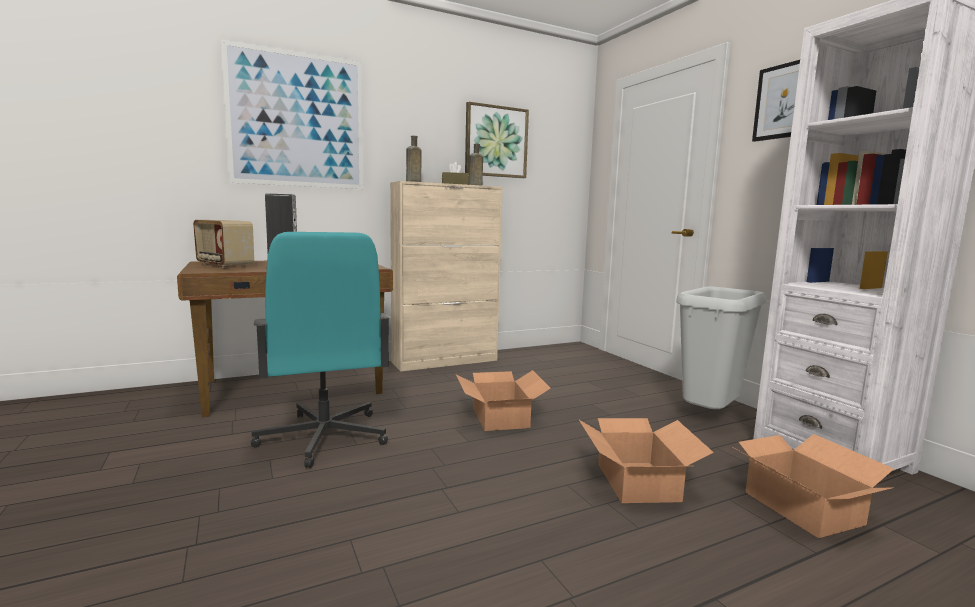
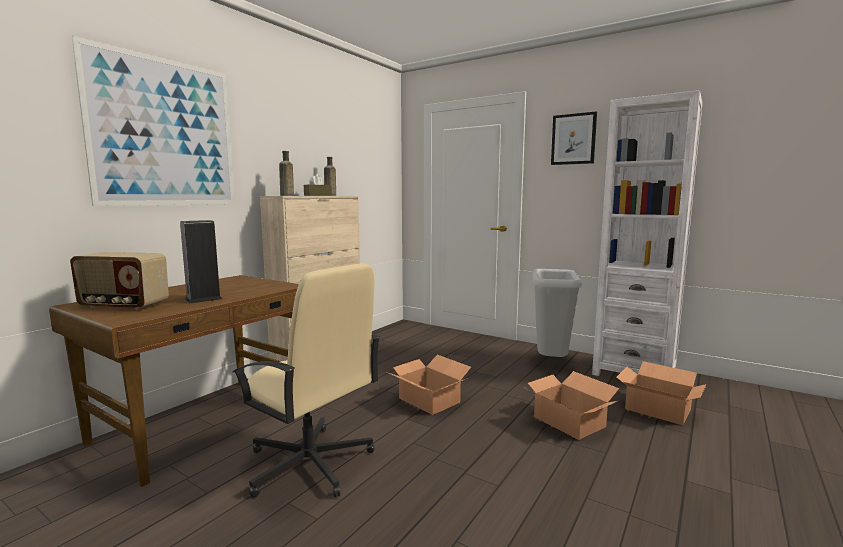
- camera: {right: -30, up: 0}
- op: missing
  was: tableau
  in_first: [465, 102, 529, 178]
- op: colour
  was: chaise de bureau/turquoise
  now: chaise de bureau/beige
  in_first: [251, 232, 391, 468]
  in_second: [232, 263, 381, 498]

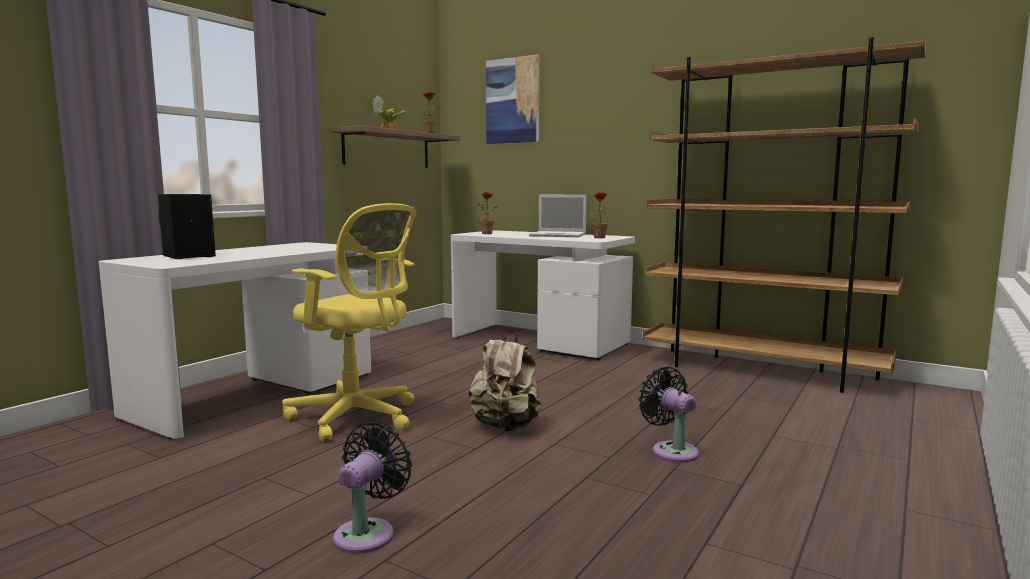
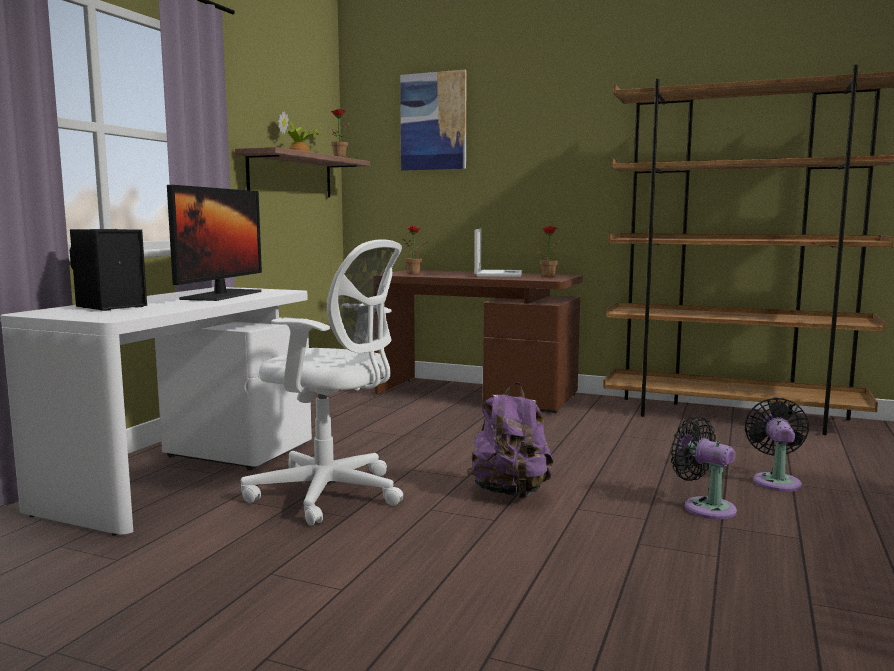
- camera: {right: -10, up: 0}
- op: spun
  was: ordinateur portable
  in_first: [529, 195, 587, 237]
  in_second: [474, 229, 522, 277]
  clockwise: -90
- op: colour
  was: chaise de bureau/jaune
  now: chaise de bureau/blanc
  in_first: [282, 203, 417, 442]
  in_second: [241, 239, 403, 526]
- op: colour
  was: bureau/blanc
  now: bureau/marron
  in_first: [451, 230, 635, 360]
  in_second: [373, 270, 583, 413]
- op: colour
  was: sac à dos/beige
  now: sac à dos/violet
  in_first: [469, 330, 542, 431]
  in_second: [467, 383, 554, 498]
- op: relocated
  was: ventilateur/noir
  in_first: [333, 422, 412, 554]
  in_second: [745, 398, 809, 492]
- op: appeared
  now: écran d'ordinateur
  in_second: [167, 185, 262, 301]

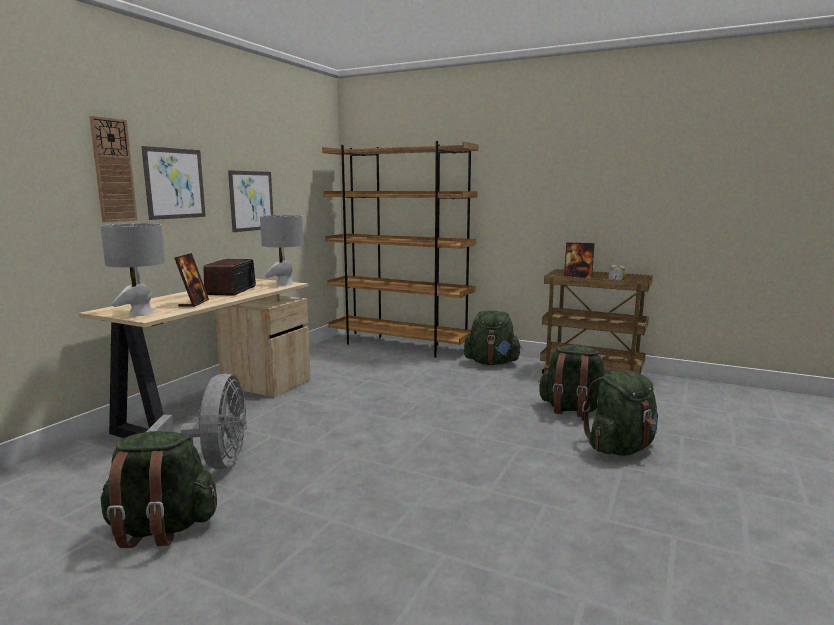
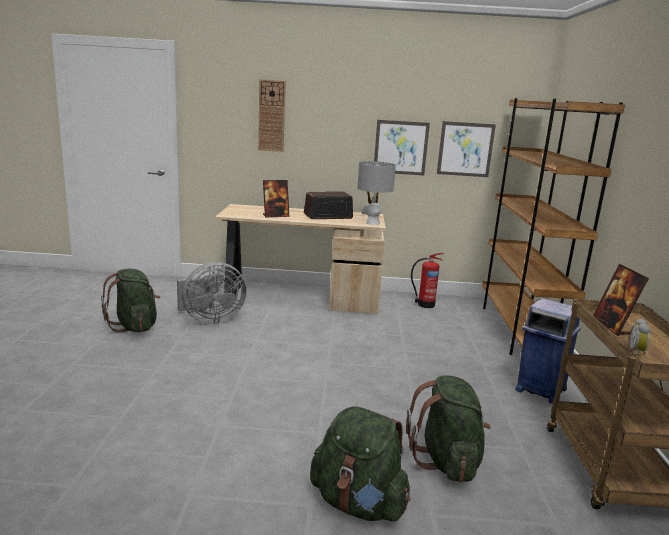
- camera: {right: 65, up: 5}
- op: relocated
  was: tableau
  in_first: [141, 146, 206, 220]
  in_second: [437, 121, 496, 177]
- op: missing
  was: lampe de table/gris
  in_first: [100, 223, 165, 316]
- op: exchanged
  was: sac à dos/vert
  now: poubelle/bleu
  in_first: [464, 311, 522, 365]
  in_second: [515, 298, 581, 404]
- op: appeared
  now: extincteur
  in_second: [411, 253, 444, 308]

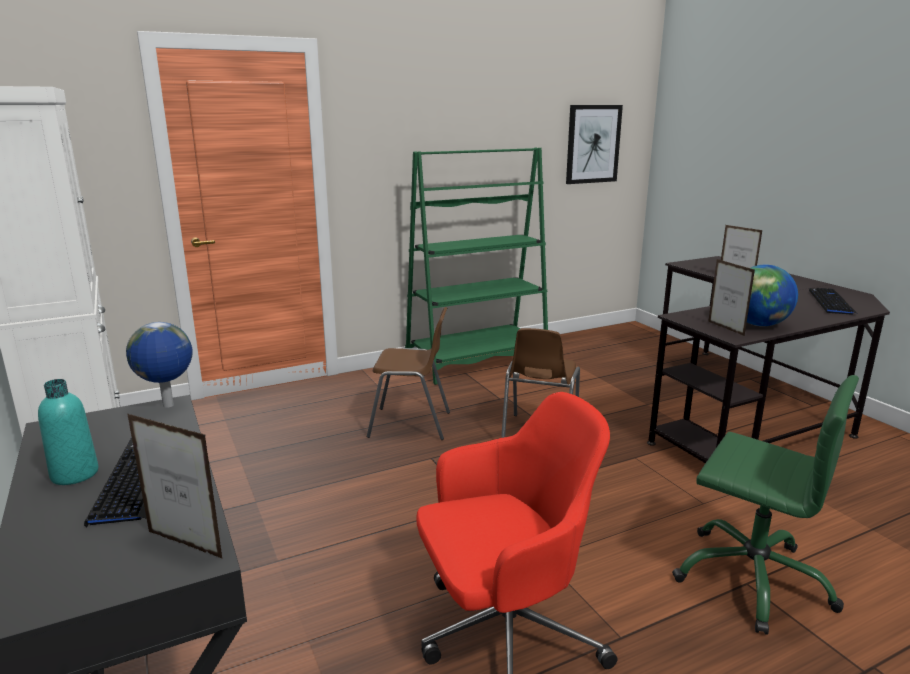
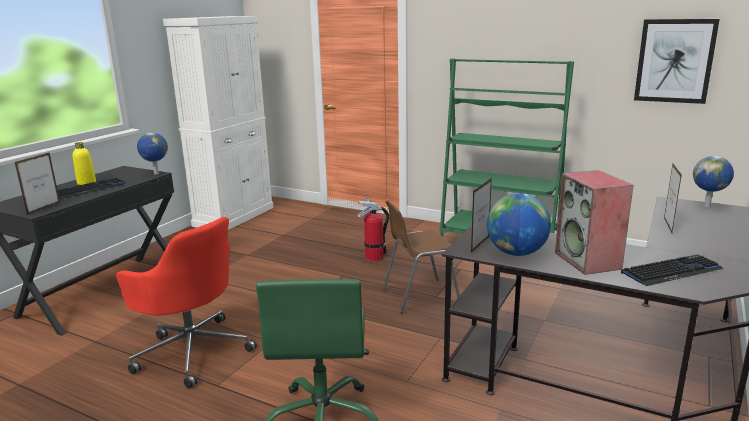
- camera: {right: 55, up: 0}
- op: exchanged
  was: chaise/marron
  now: extincteur
  in_first: [367, 307, 450, 440]
  in_second: [357, 196, 390, 261]
- op: colour
  was: bouteille/turquoise
  now: bouteille/jaune
  in_first: [38, 379, 99, 485]
  in_second: [72, 142, 96, 185]
- op: spun
  was: cadre photo
  in_first: [127, 413, 223, 559]
  in_second: [15, 152, 60, 215]
  clockwise: -150
- op: appeared
  now: globe
  in_second: [693, 156, 734, 207]
- op: appeared
  now: enceinte
  in_second: [555, 170, 633, 275]

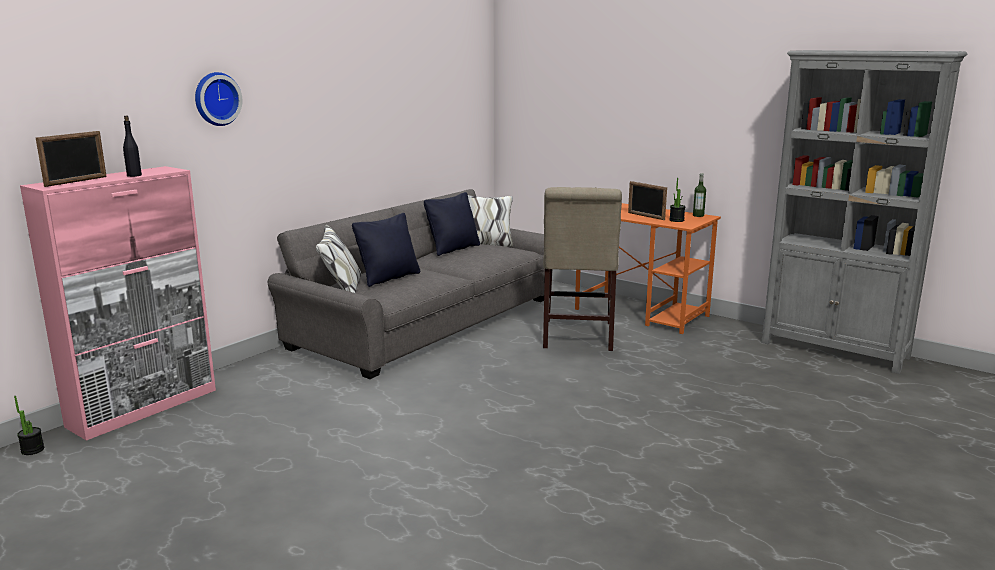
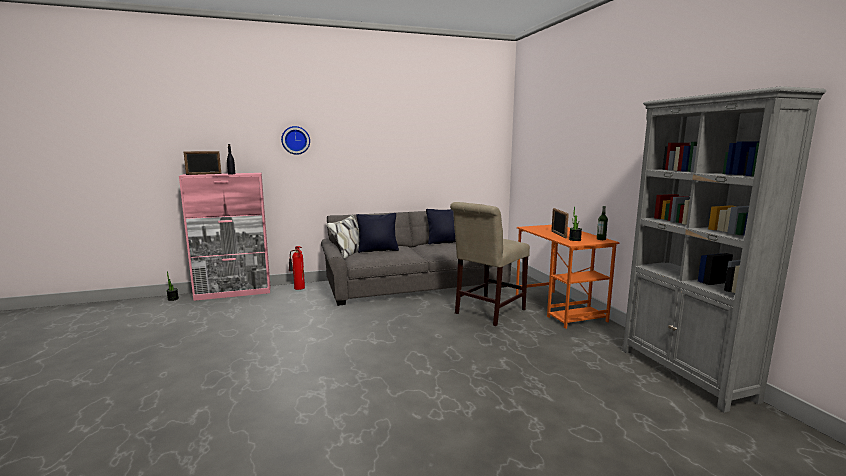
- camera: {right: 35, up: -5}
- op: appeared
  now: extincteur
  in_second: [289, 246, 305, 290]

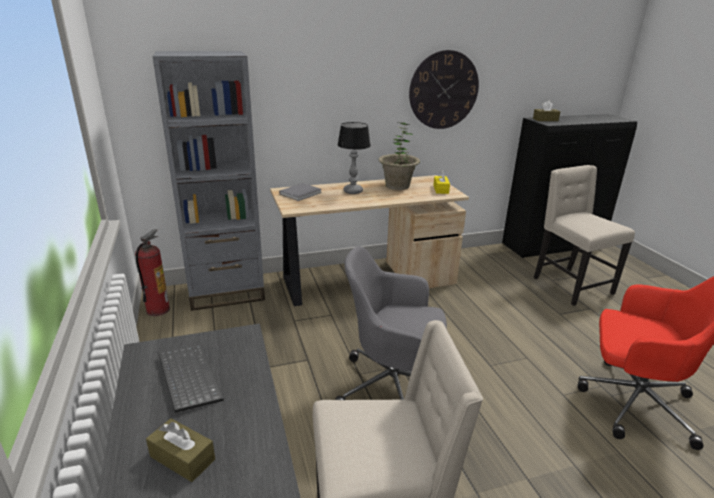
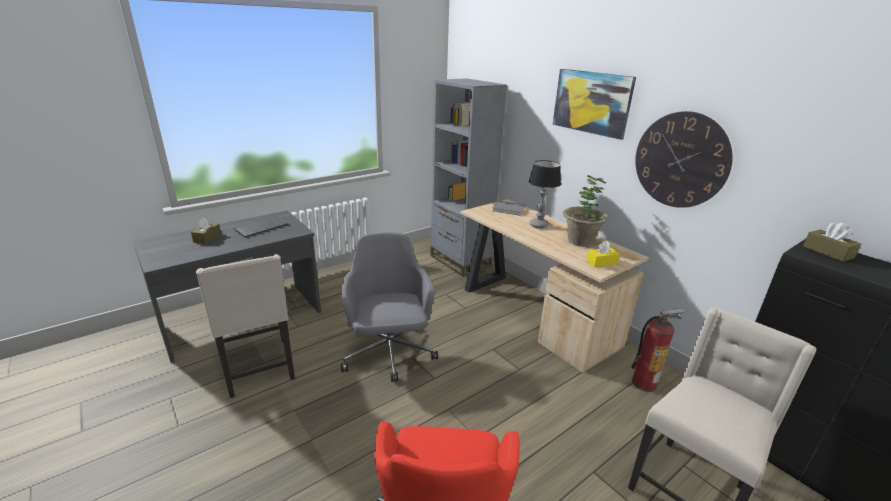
- camera: {right: 70, up: 0}
- op: relocated
  was: extincteur
  in_first: [135, 229, 170, 316]
  in_second: [631, 309, 684, 392]
- op: appeared
  now: tableau
  in_second: [553, 69, 636, 140]

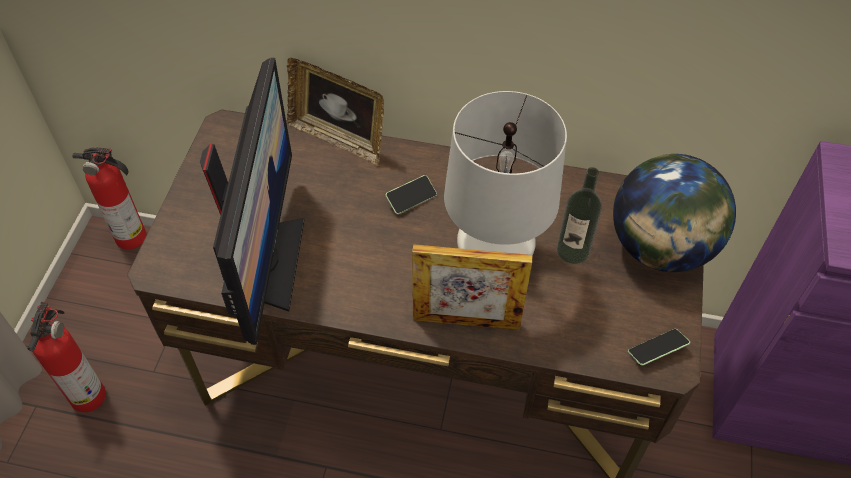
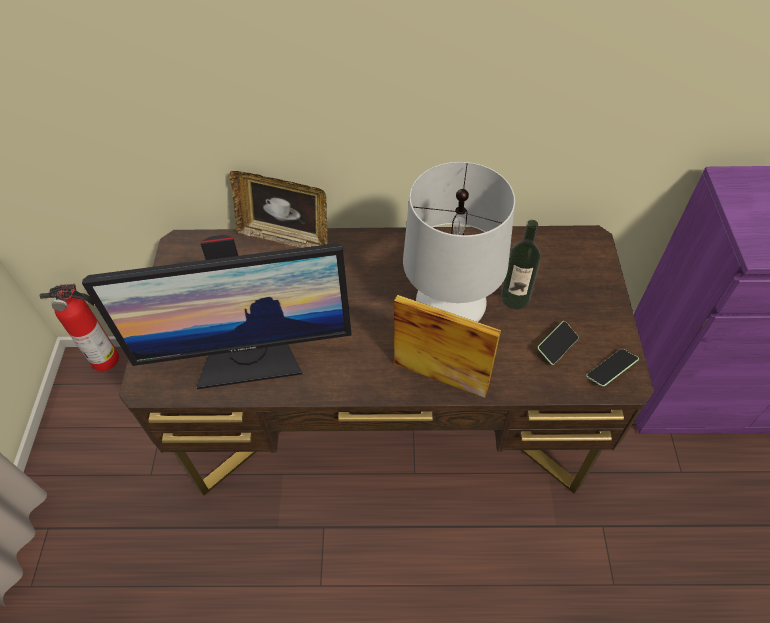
- camera: {right: -10, up: 0}
- op: spun
  was: écran d'ordinateur
  in_first: [200, 58, 304, 345]
  in_second: [82, 235, 352, 389]
  clockwise: 90
- op: missing
  was: globe
  in_first: [613, 154, 736, 272]
- op: relocated
  was: téléphone
  in_first: [386, 175, 437, 214]
  in_second: [538, 321, 579, 365]
- op: spun
  was: cadre photo
  in_first: [412, 244, 533, 330]
  in_second: [394, 295, 501, 398]
  clockwise: -150
- op: missing
  was: extincteur
  in_first: [28, 302, 106, 412]

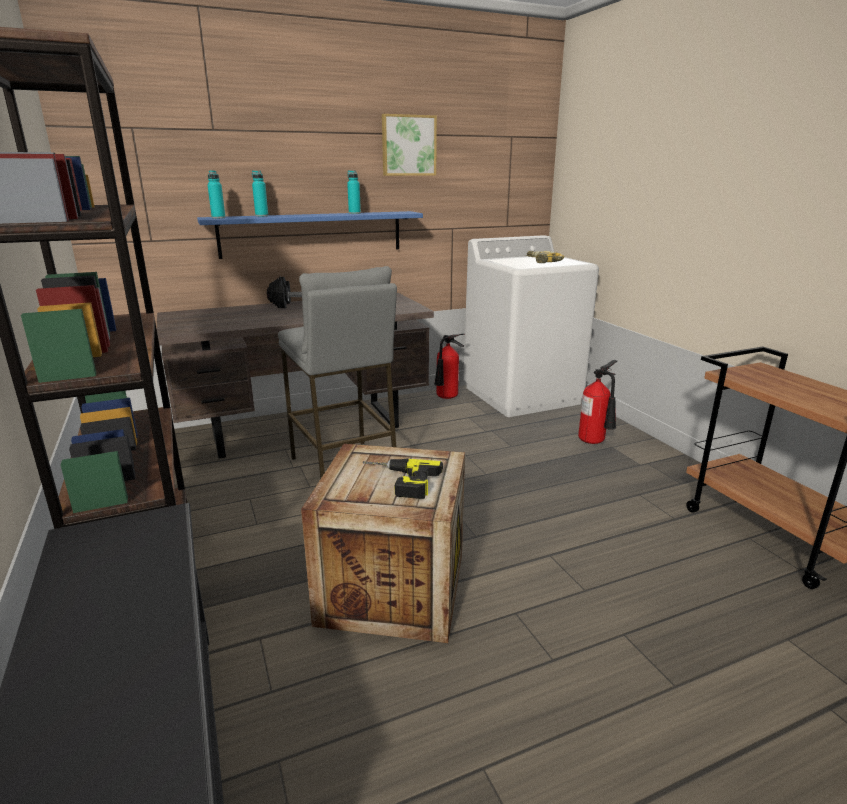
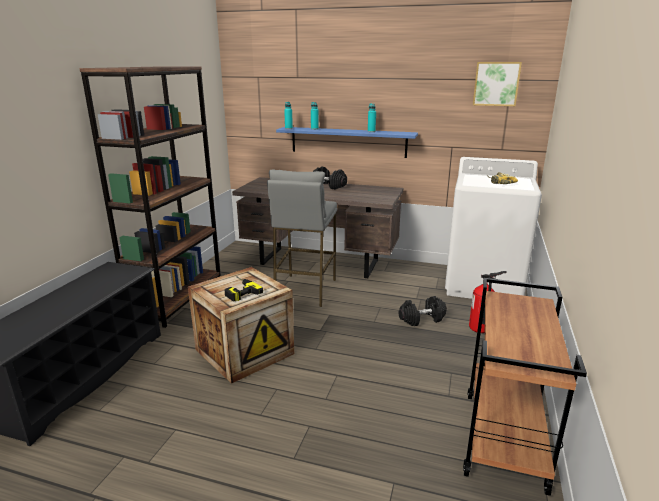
- camera: {right: 40, up: 0}
- op: relocated
  was: tableau
  in_first: [382, 114, 437, 176]
  in_second: [473, 62, 522, 106]
- op: missing
  was: extincteur
  in_first: [434, 333, 465, 399]
- op: appeared
  now: haltère/noir
  in_second: [399, 296, 447, 326]

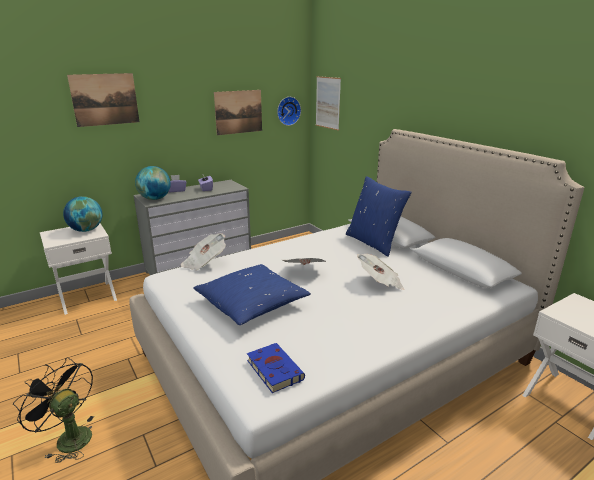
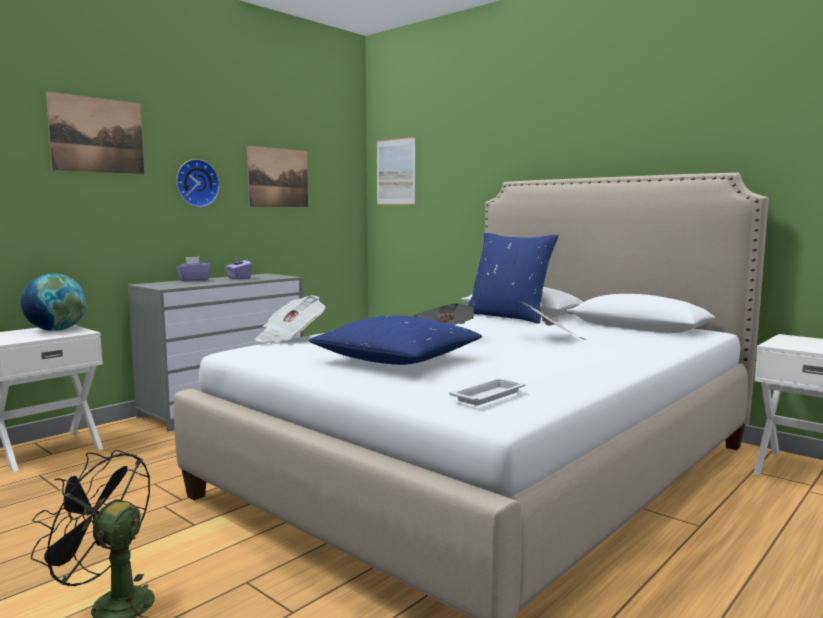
- camera: {right: -15, up: -15}
- op: relocated
  was: horloge murale
  in_first: [277, 97, 301, 126]
  in_second: [176, 159, 219, 207]
- op: missing
  was: globe
  in_first: [135, 166, 171, 200]
- op: exchanged
  was: livre/bleu
  now: plateau/blanc
  in_first: [247, 343, 305, 393]
  in_second: [449, 378, 526, 405]

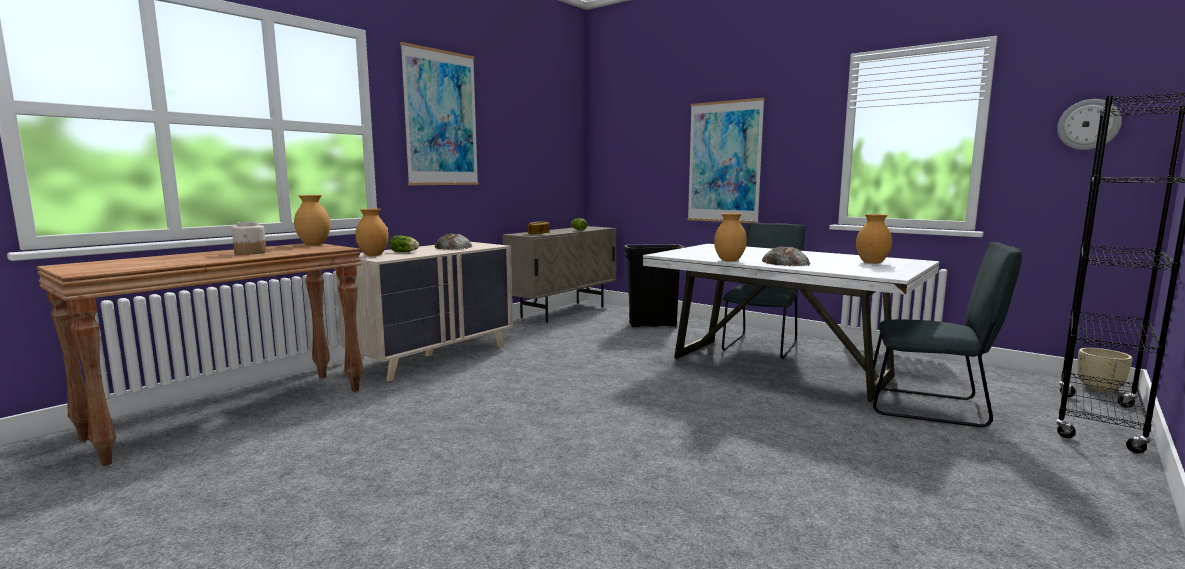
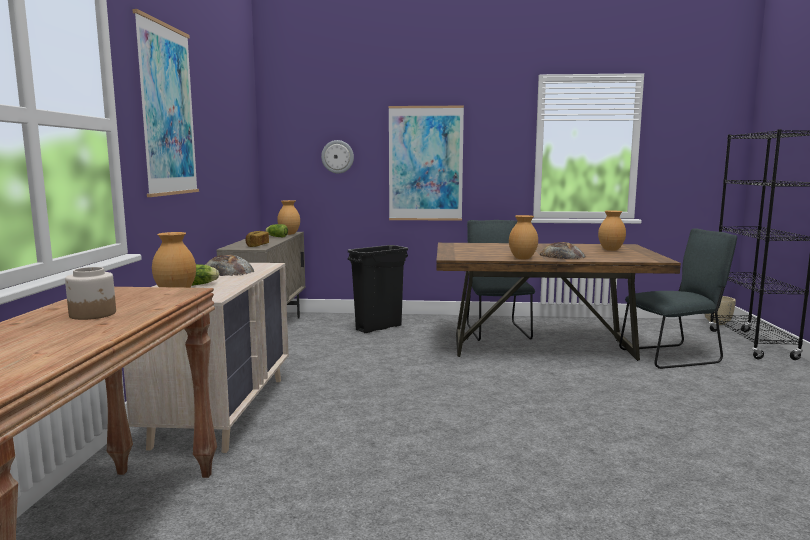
- camera: {right: -35, up: 0}
- op: relocated
  was: horloge murale
  in_first: [1057, 99, 1122, 150]
  in_second: [321, 140, 354, 174]
- op: relocated
  was: vase/marron
  in_first: [294, 195, 330, 245]
  in_second: [277, 200, 300, 235]
- op: colour
  was: table à manger/blanc
  now: table à manger/marron
  in_first: [643, 244, 939, 402]
  in_second: [436, 243, 681, 361]

